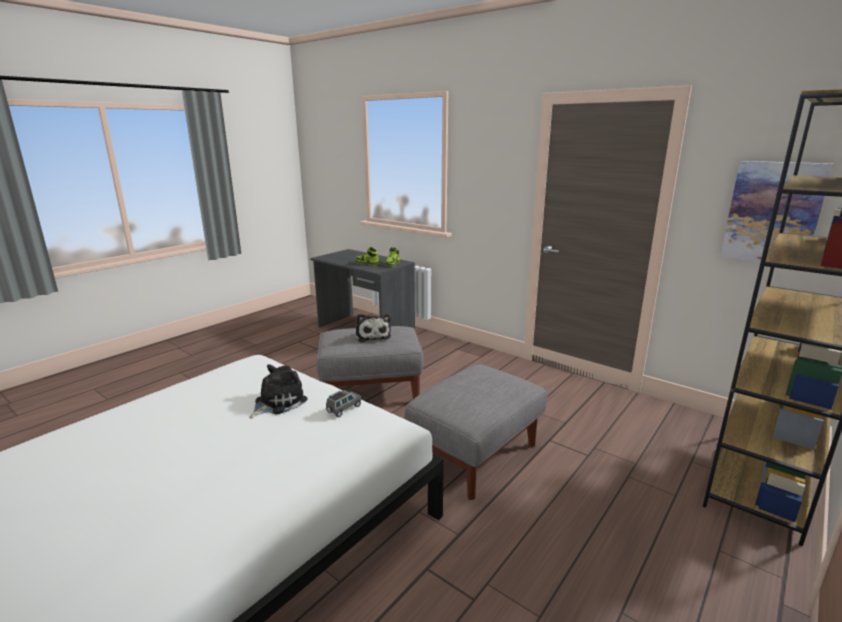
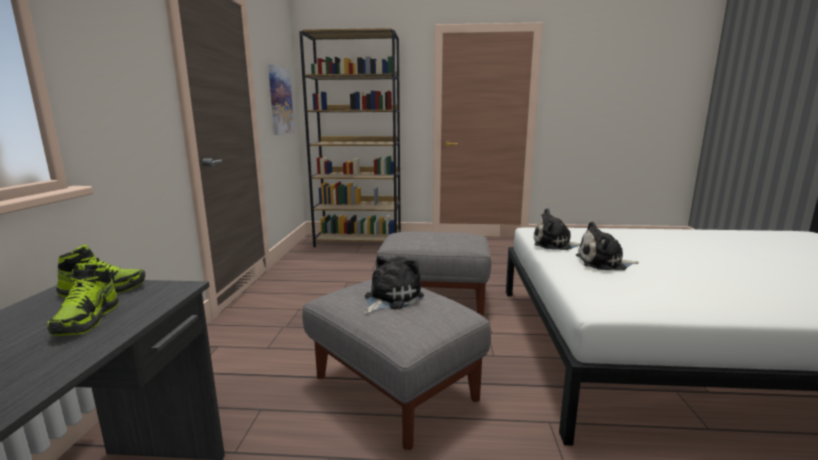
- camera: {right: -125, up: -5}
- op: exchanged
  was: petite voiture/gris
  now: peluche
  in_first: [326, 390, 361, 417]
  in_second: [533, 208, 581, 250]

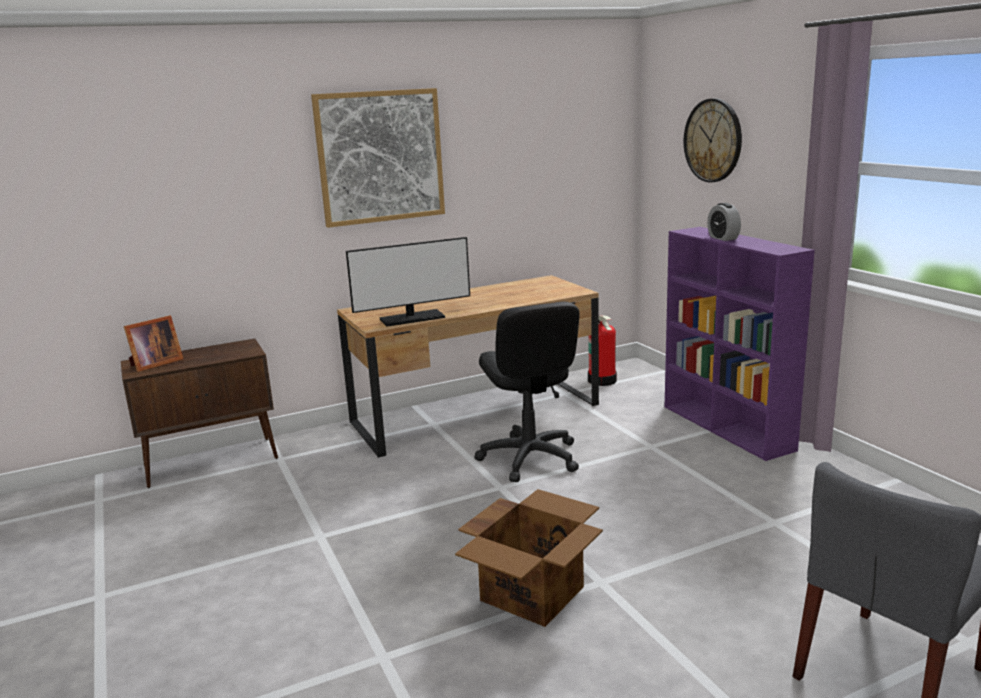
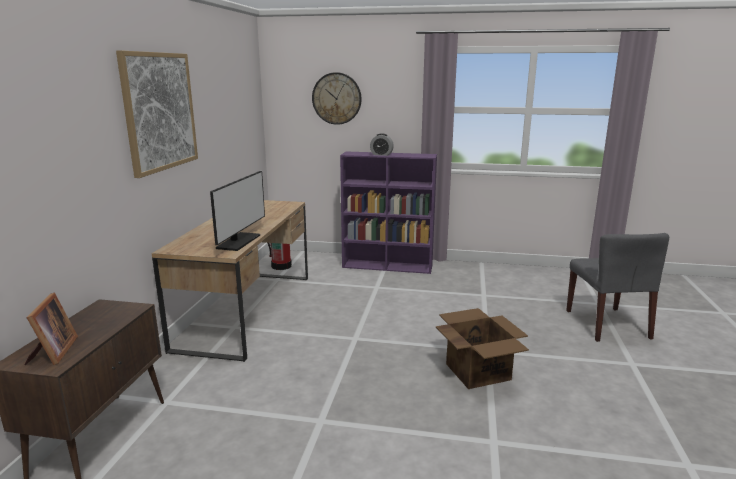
- camera: {right: -55, up: 0}
- op: missing
  was: chaise de bureau/noir
  in_first: [475, 302, 580, 482]

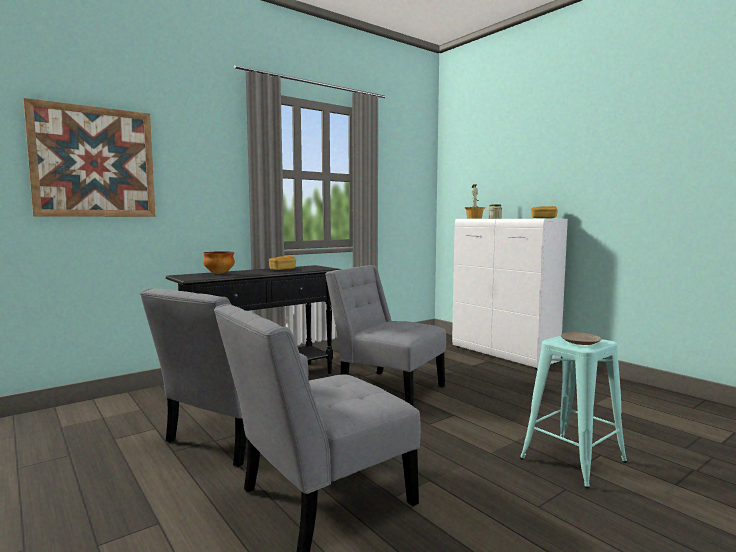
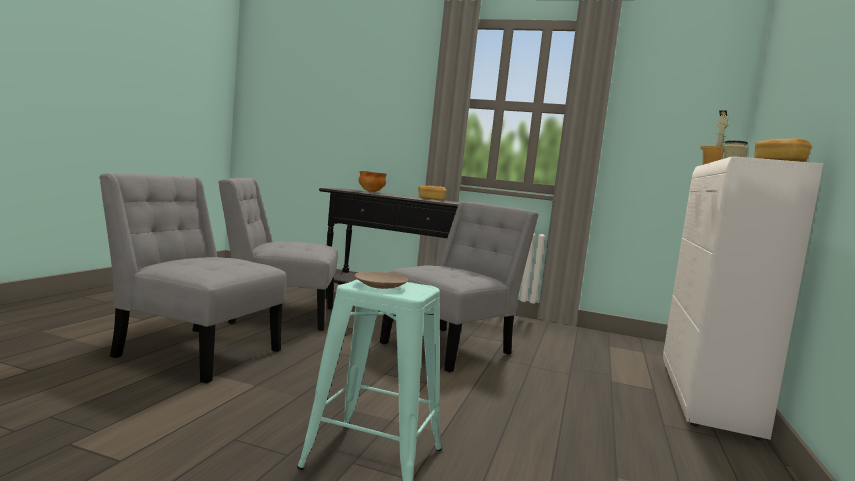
- camera: {right: 55, up: 0}
- op: missing
  was: tableau
  in_first: [23, 98, 156, 217]
- op: spun
  was: chaise/gris
  in_first: [325, 265, 446, 407]
  in_second: [380, 201, 539, 372]
  clockwise: 45

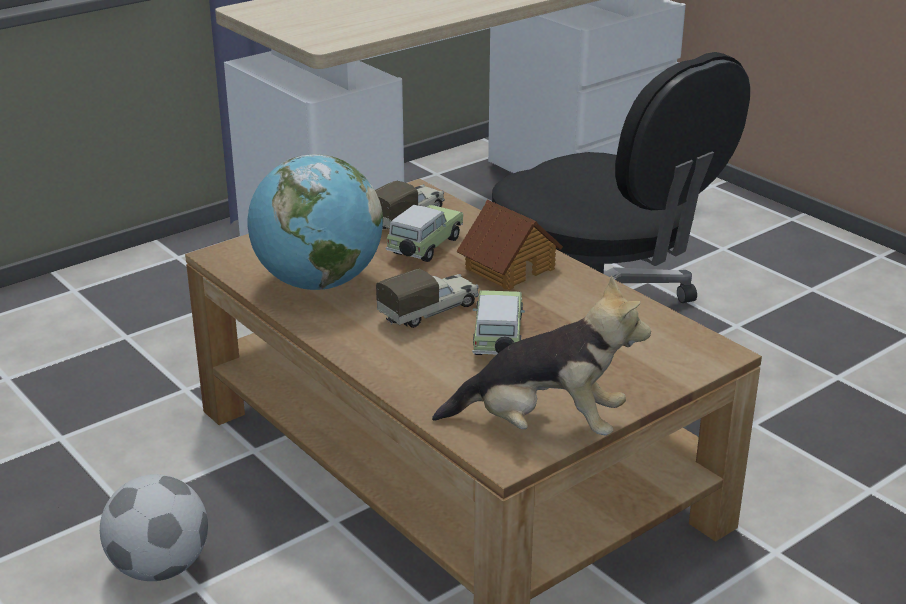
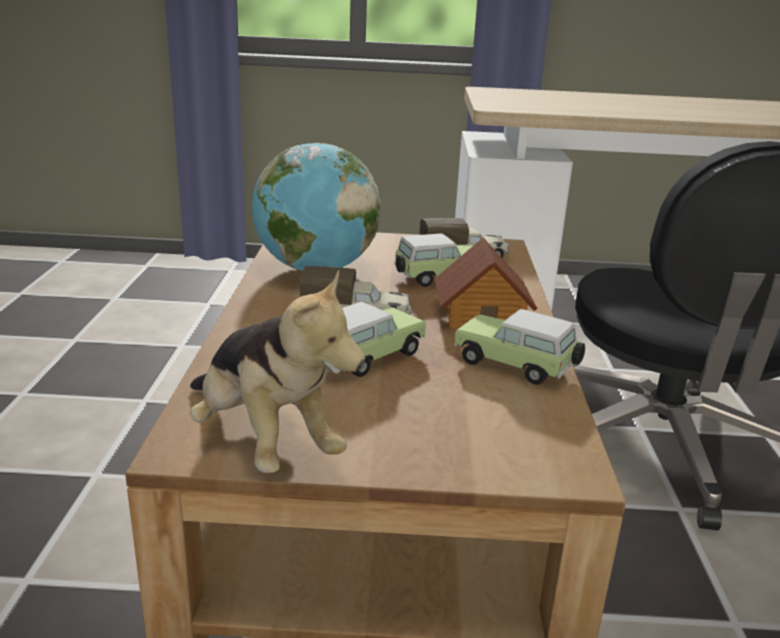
- camera: {right: 40, up: -5}
- op: missing
  was: ballon de foot
  in_first: [100, 474, 208, 581]
- op: appeared
  now: petite voiture
  in_second: [455, 309, 585, 385]

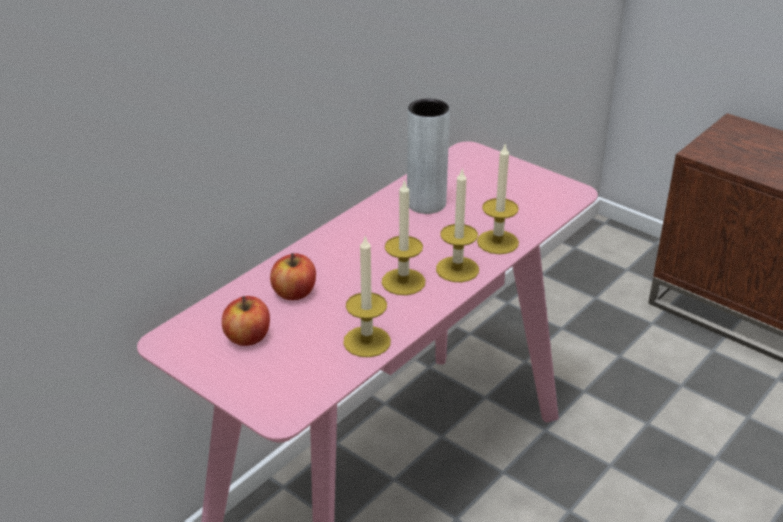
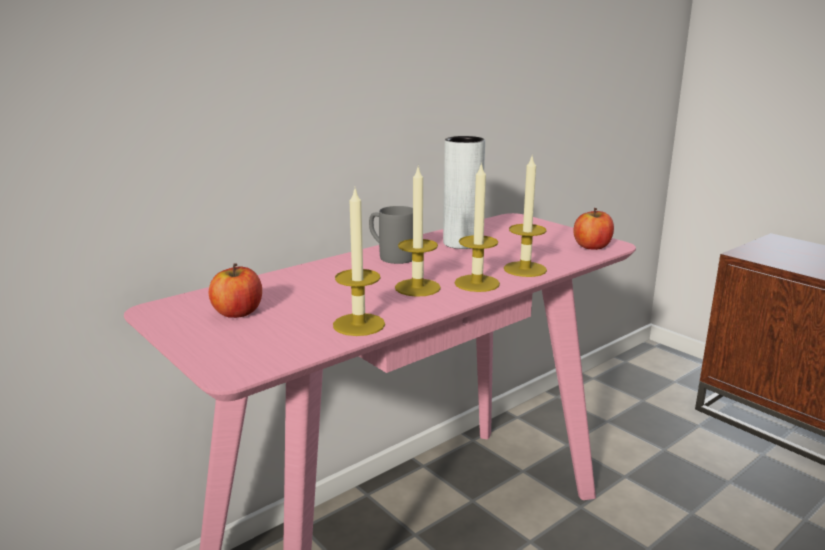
- camera: {right: 10, up: -15}
- op: relocated
  was: pomme
  in_first: [270, 253, 316, 300]
  in_second: [573, 208, 614, 250]
- op: appeared
  now: mug/gris
  in_second: [369, 206, 413, 264]

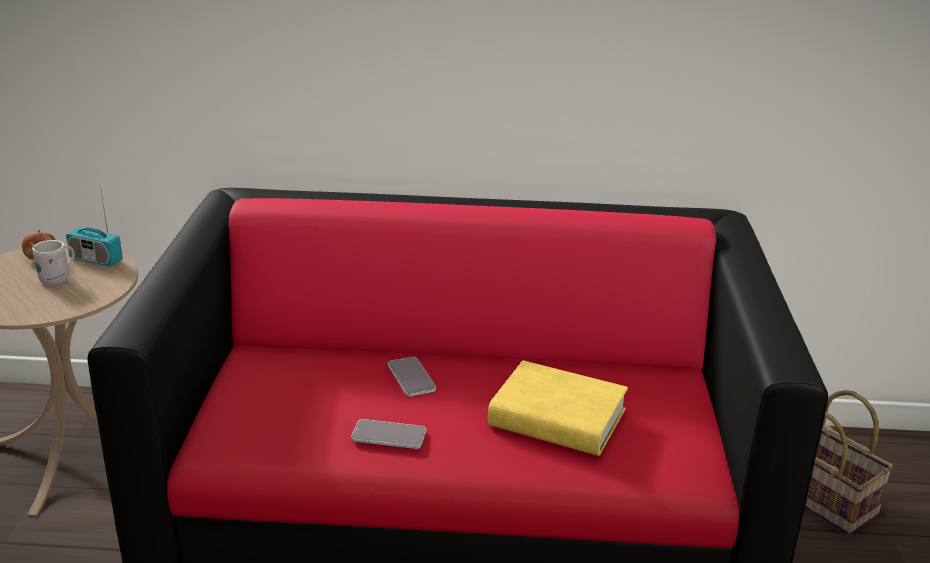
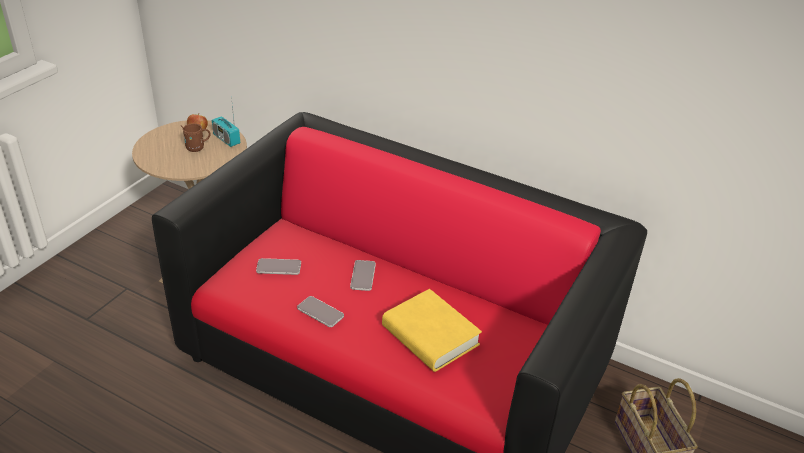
- camera: {right: 25, up: 10}
- op: colour
  was: mug/blanc
  now: mug/marron
  in_first: [31, 240, 75, 285]
  in_second: [181, 123, 210, 152]
- op: appeared
  now: téléphone
  in_second: [256, 258, 301, 275]

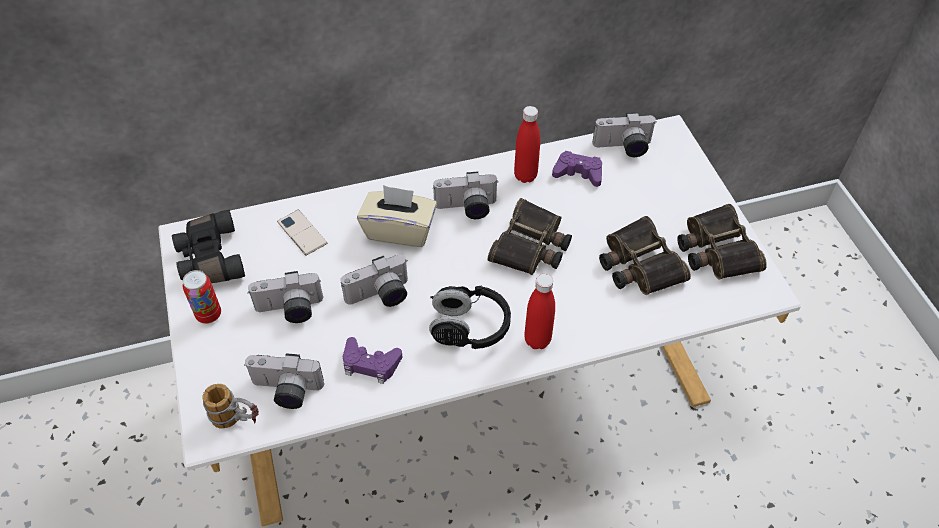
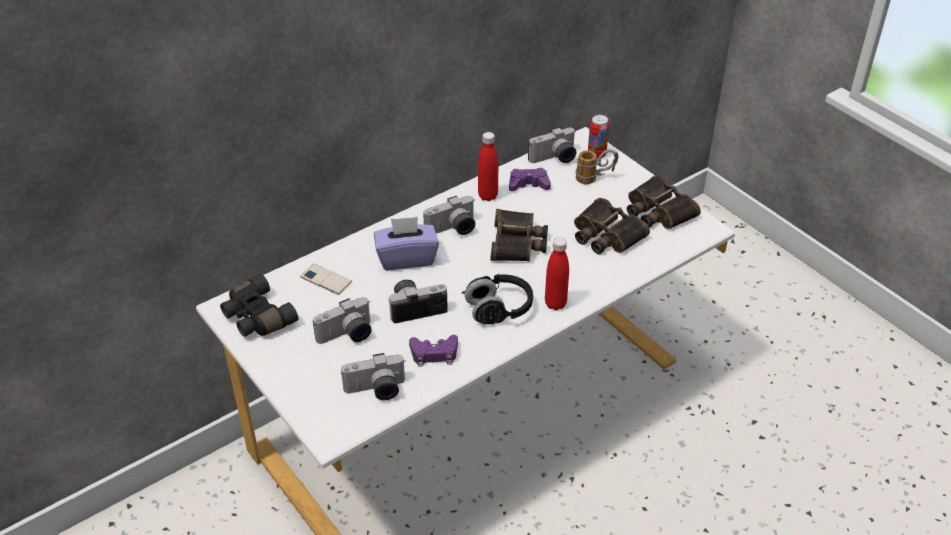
- camera: {right: -20, up: -10}
- op: colour
  was: boîte à mouchoirs/beige
  now: boîte à mouchoirs/violet
  in_first: [357, 185, 437, 247]
  in_second: [374, 217, 439, 270]
- op: spun
  was: appareil photo
  in_first: [340, 254, 408, 307]
  in_second: [387, 280, 448, 323]
  clockwise: -150
- op: relocated
  was: boîte métallique
  in_first: [183, 270, 221, 324]
  in_second: [588, 115, 609, 159]
- op: relocated
  was: mug
  in_first: [202, 384, 259, 428]
  in_second: [575, 149, 619, 184]

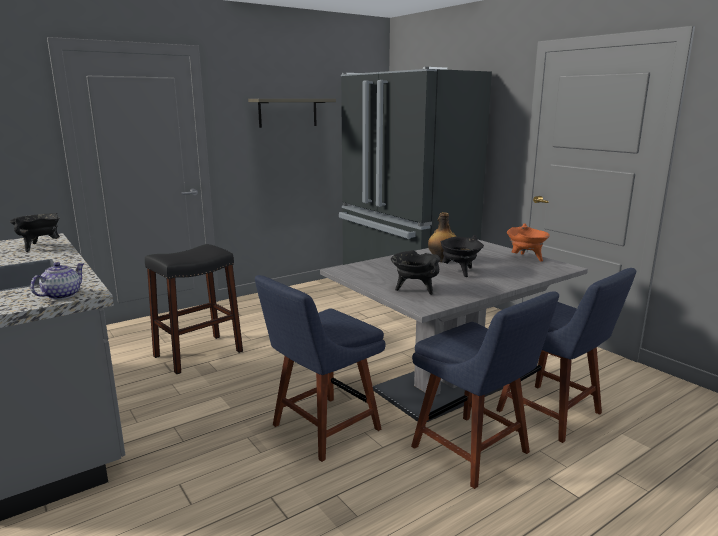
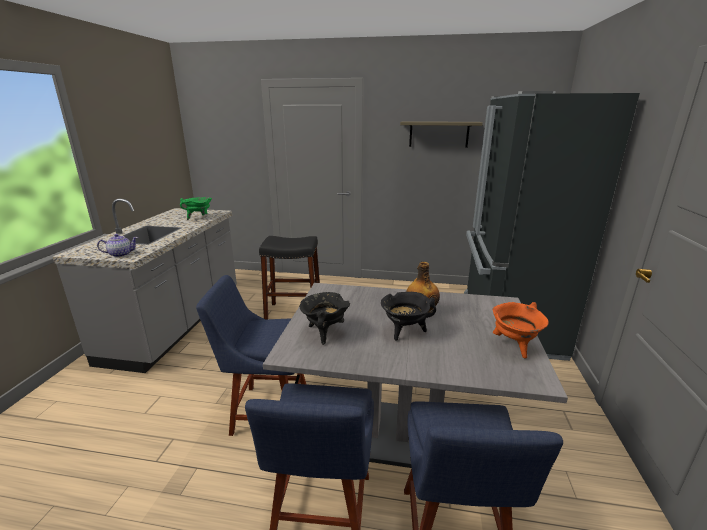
- camera: {right: 45, up: 5}
- op: colour
  was: marmite/noir
  now: marmite/vert
  in_first: [10, 213, 60, 252]
  in_second: [180, 197, 212, 220]

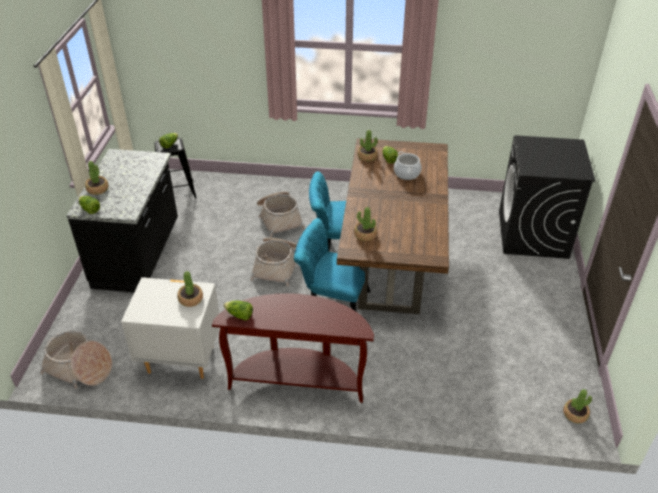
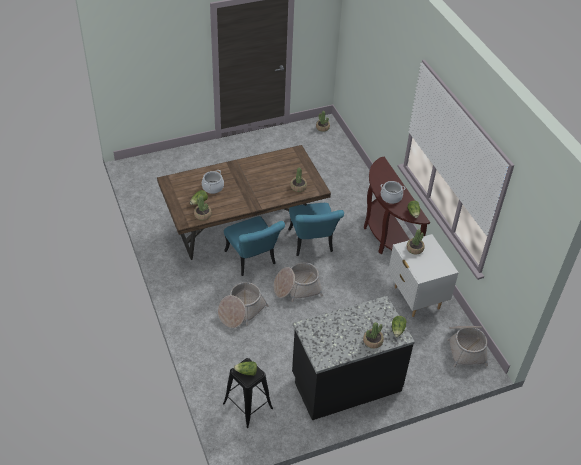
- camera: {right: -120, up: 5}
- op: missing
  was: lave-linge/noir
  in_first: [499, 135, 596, 259]
- op: appeared
  now: marmite
  in_second: [381, 181, 405, 204]

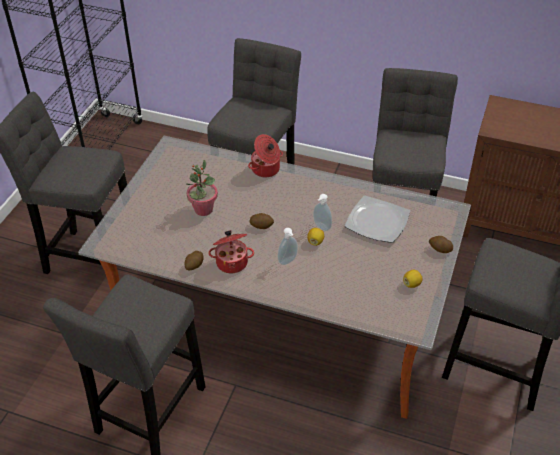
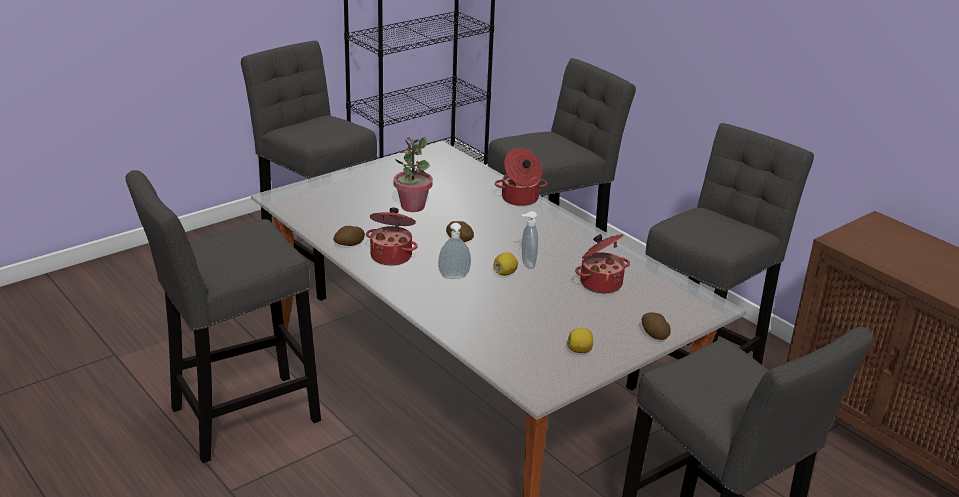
- camera: {right: 30, up: -15}
- op: exchanged
  was: assiette
  now: marmite
  in_first: [345, 196, 410, 243]
  in_second: [575, 234, 630, 293]

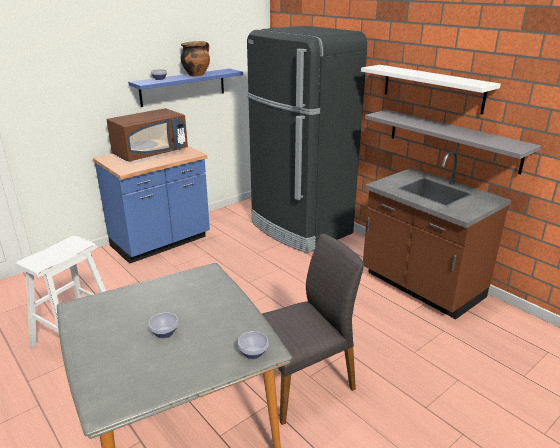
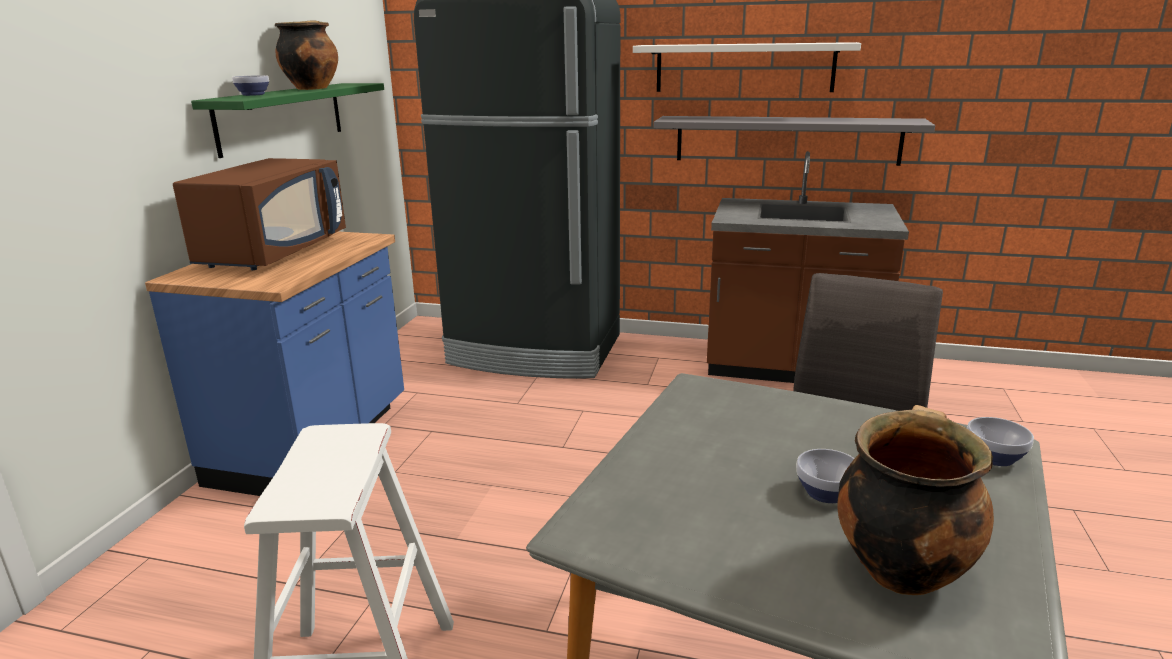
- camera: {right: -35, up: -5}
- op: colour
  was: étagère/bleu
  now: étagère/vert
  in_first: [128, 69, 243, 107]
  in_second: [191, 83, 384, 158]
- op: appeared
  now: marmite
  in_second: [837, 405, 994, 595]

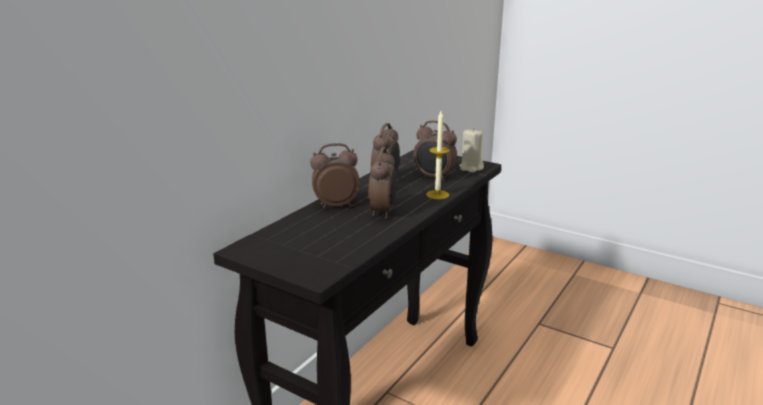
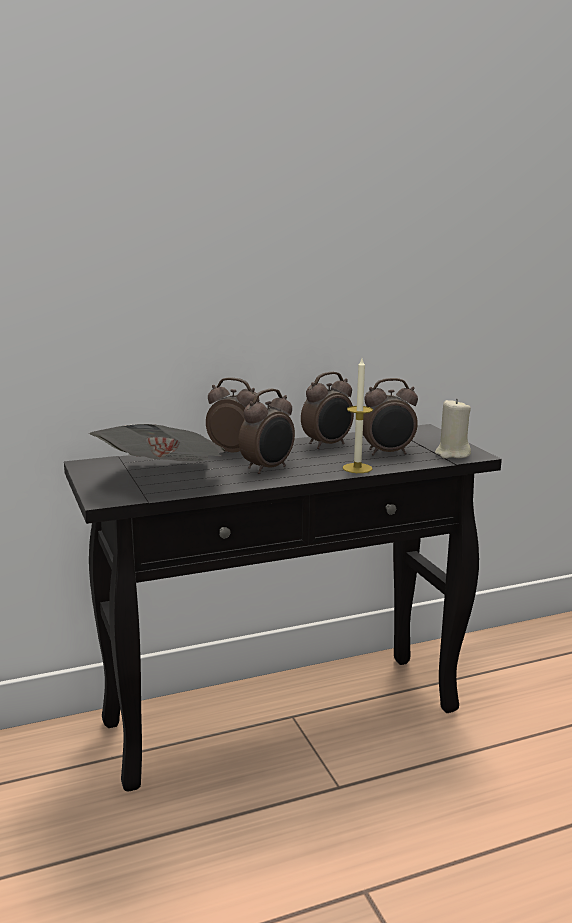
- camera: {right: 35, up: -5}
- op: spun
  was: réveil
  in_first: [413, 120, 457, 181]
  in_second: [363, 378, 418, 456]
  clockwise: -75
- op: appeared
  now: journal
  in_second: [89, 424, 225, 461]

